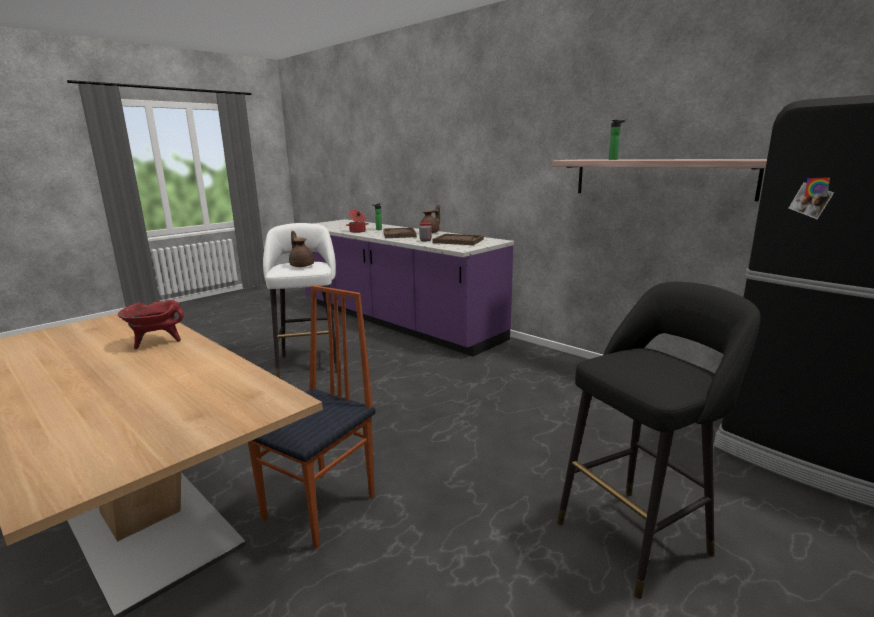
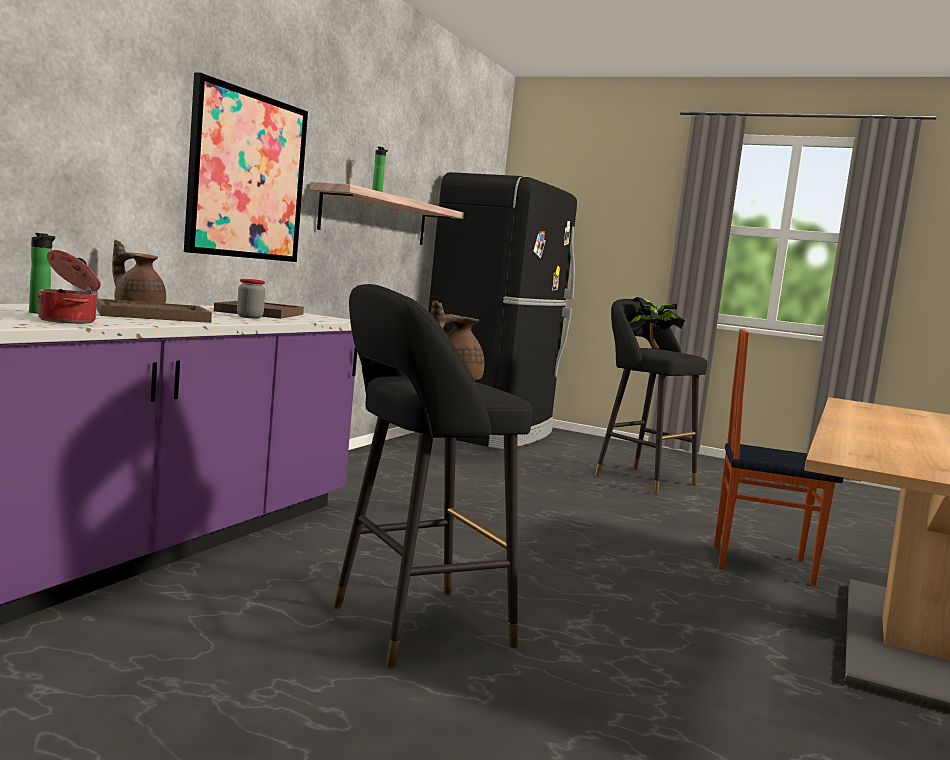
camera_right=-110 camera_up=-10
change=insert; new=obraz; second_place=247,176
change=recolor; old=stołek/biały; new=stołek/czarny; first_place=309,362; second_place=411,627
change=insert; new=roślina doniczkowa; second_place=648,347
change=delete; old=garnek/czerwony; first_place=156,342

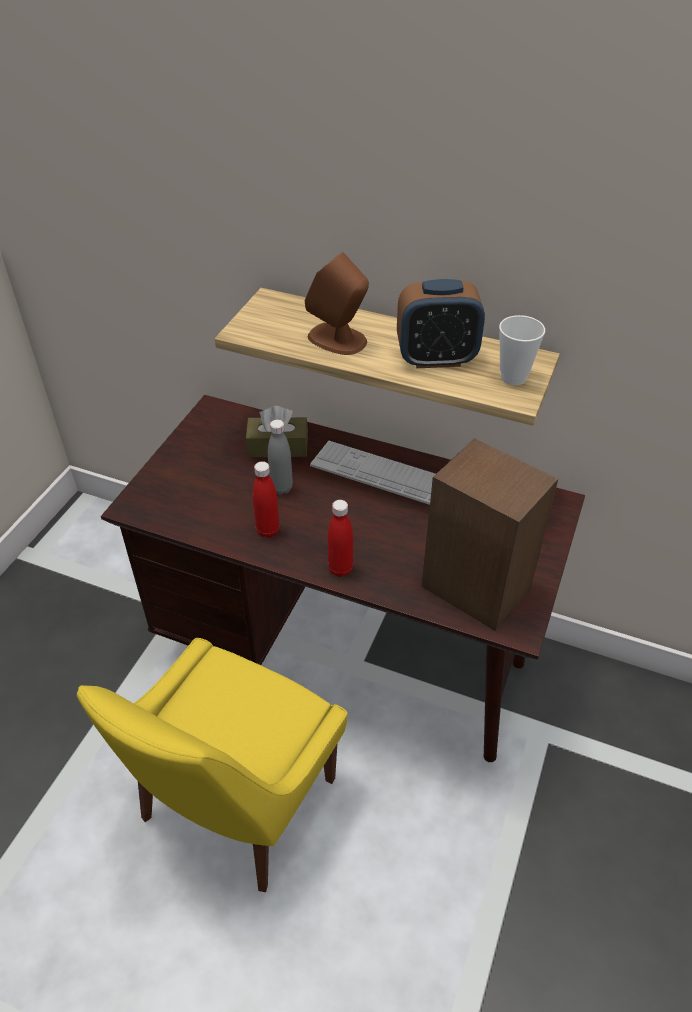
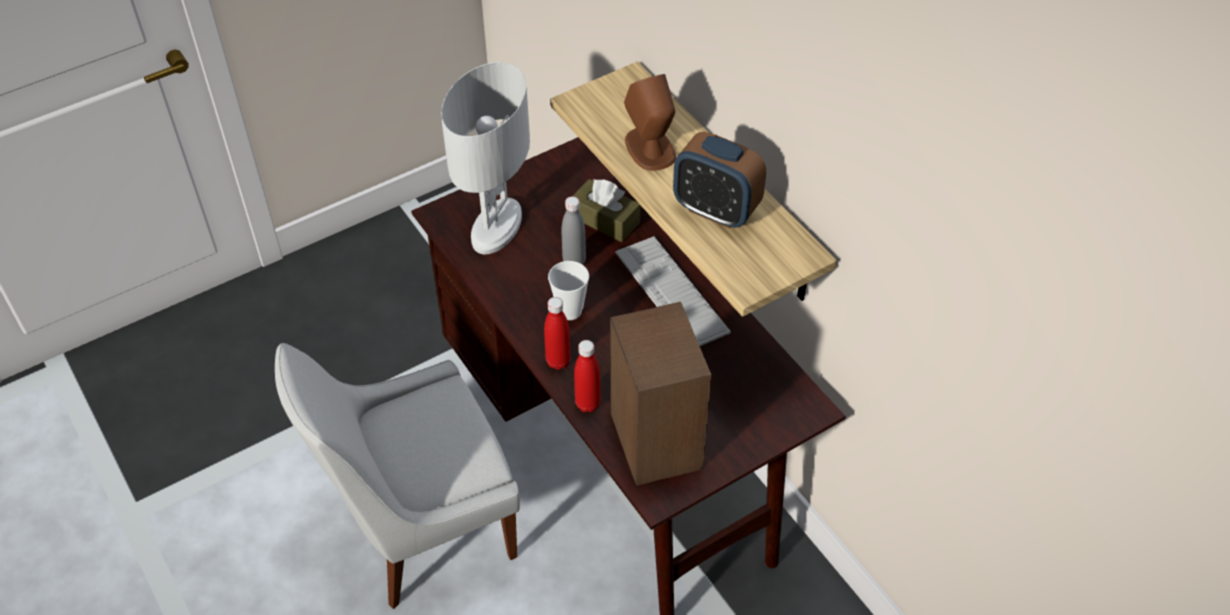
camera_right=35 camera_up=5
change=recolor; old=krzesło/żółty; new=krzesło/biały; first_place=234,805; second_place=420,527
change=insert; new=lampa stołowa/biały; second_place=497,228
change=move; old=filiżanka; first_place=513,377; second_place=570,311
change=move; old=butelka/czerwony; first_place=268,530; second_place=587,404

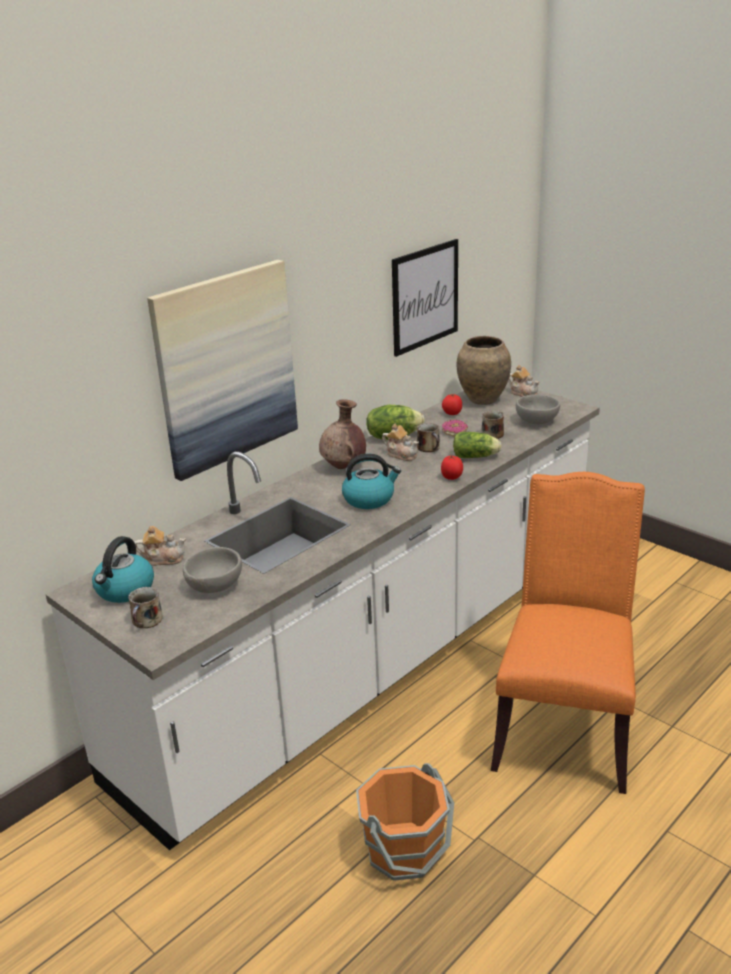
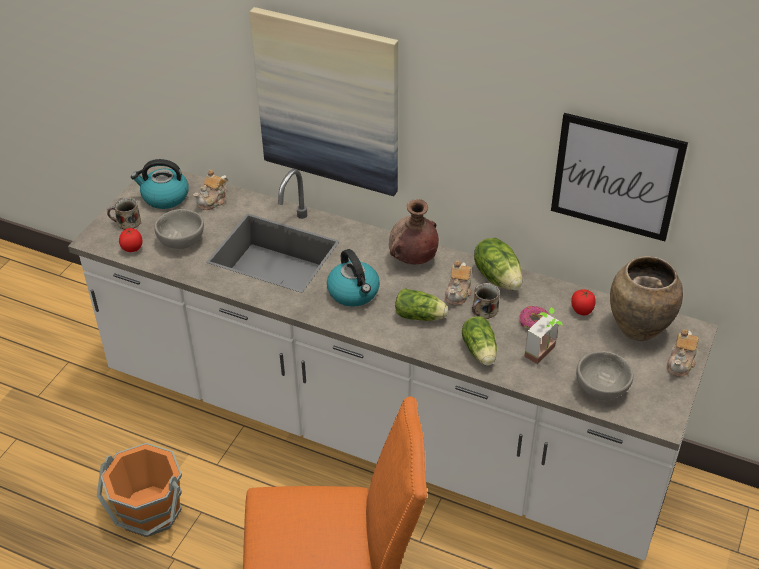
camera_right=70 camera_up=15
change=move; old=pomidor; first_place=452,478; second_place=132,249
change=rotate; old=imbryk; first_place=163,559; second_place=213,201; degrees=60
change=insert; new=sałata; second_place=421,316
change=replace; old=kubek; new=roślina doniczkowa; first_place=492,433; second_place=545,354

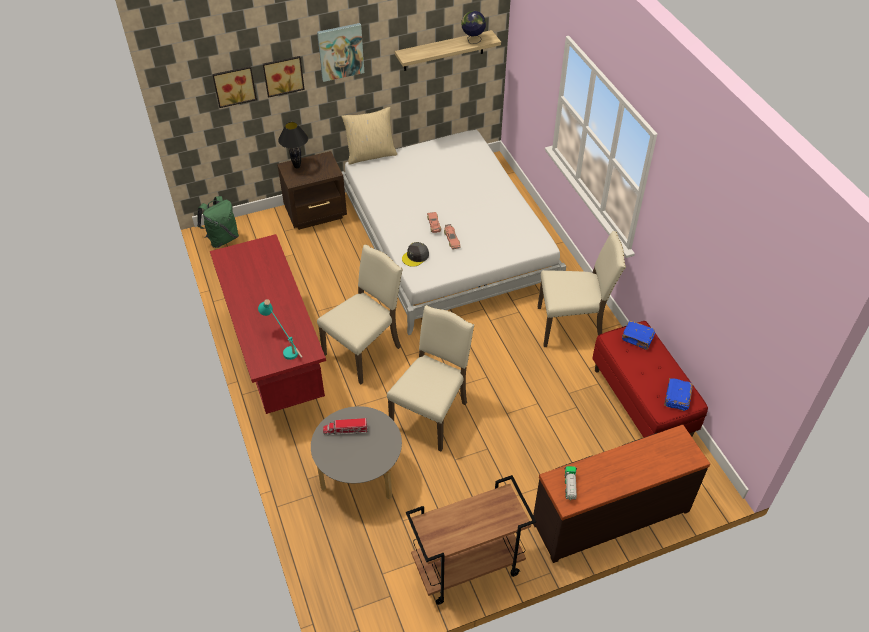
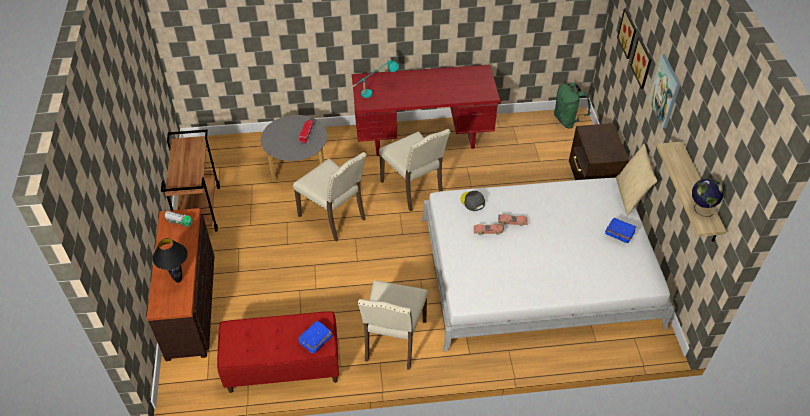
camera_right=105 camera_up=0
change=move; old=lampa stołowa/czarny; first_place=297,166; second_place=178,280
change=move; old=książka/niebieski; first_place=676,398; second_place=619,233

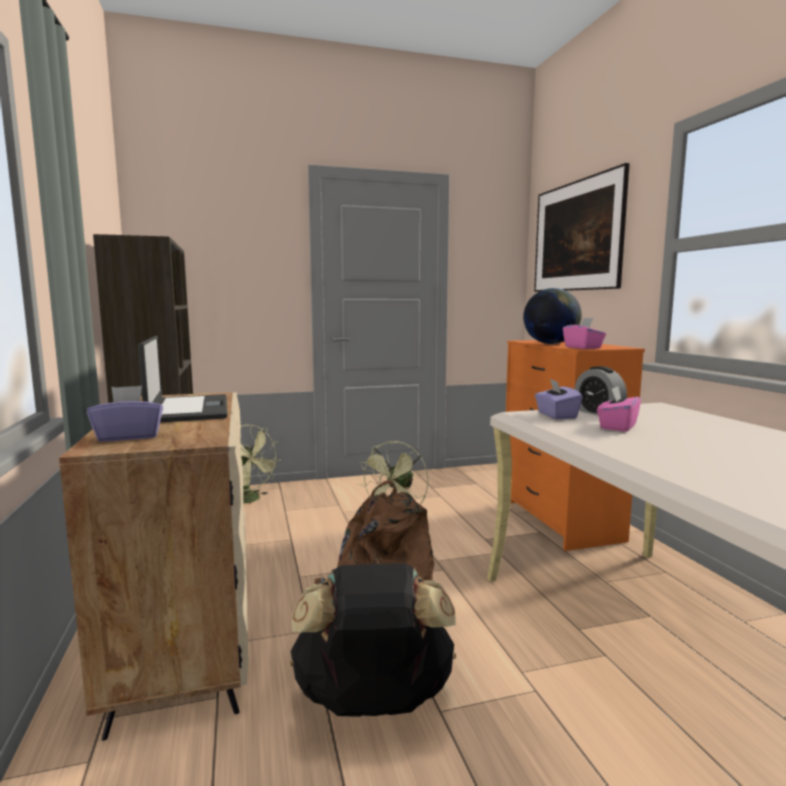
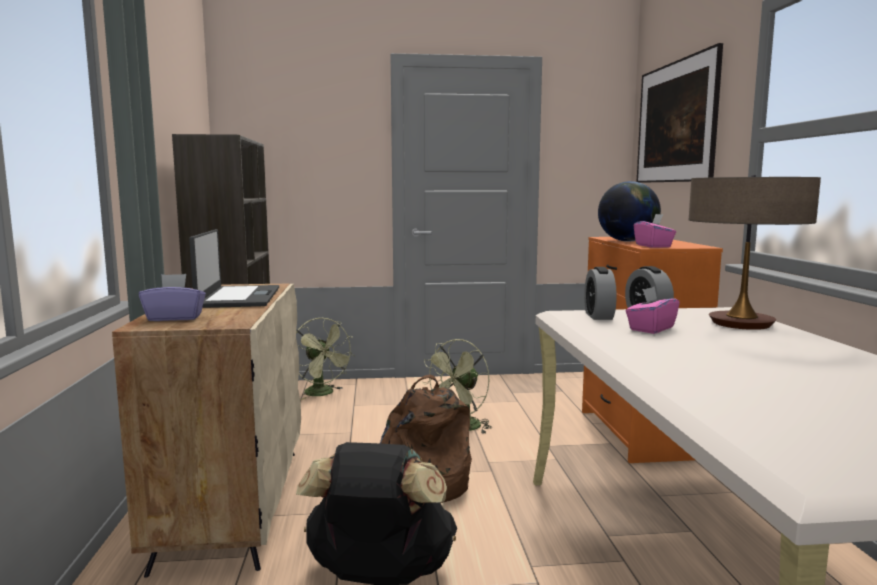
camera_right=10 camera_up=0
change=replace; old=pudełko chusteczek/fioletowy; new=budzik; first_place=556,415; second_place=598,316
change=insert; new=lampa stołowa; second_place=741,323

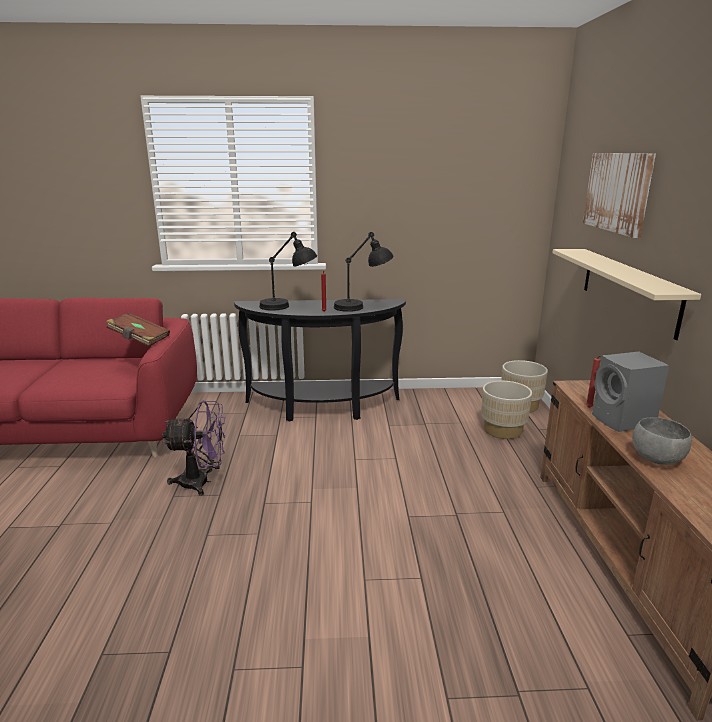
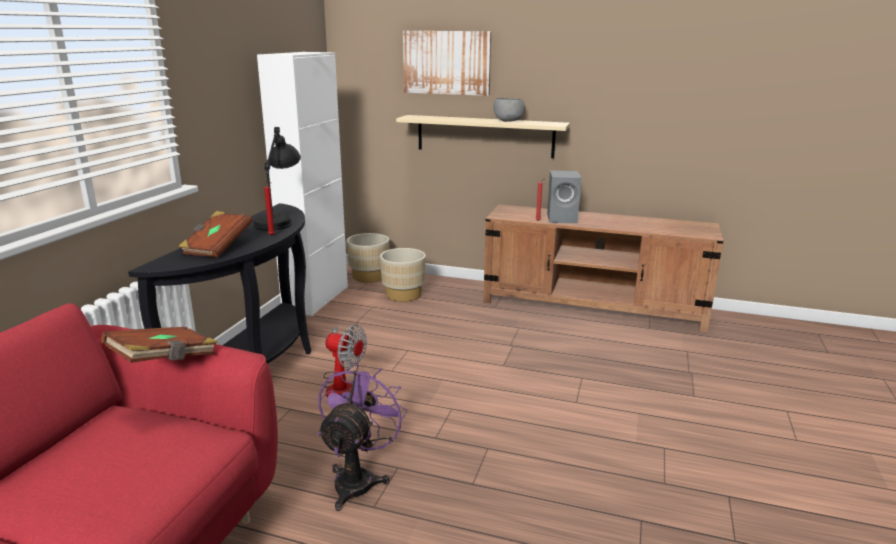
camera_right=-70 camera_up=0
change=replace; old=lampa stołowa/czarny; new=książka/brązowy; first_place=288,306; second_place=217,247
change=insert; new=szafka/biały; second_place=316,299
change=insert; new=wentylator; second_place=342,386
change=move; old=miska/szary; first_place=656,459; second_place=507,121

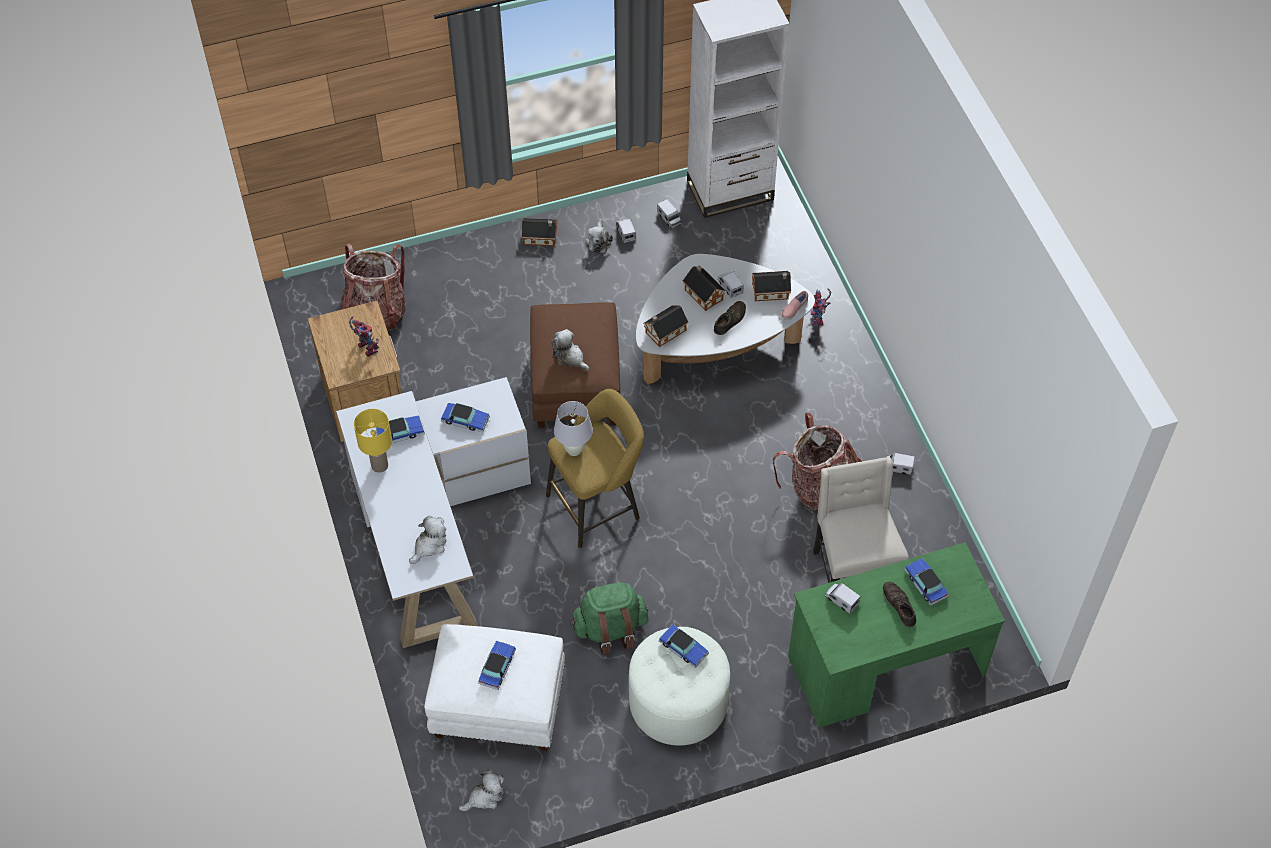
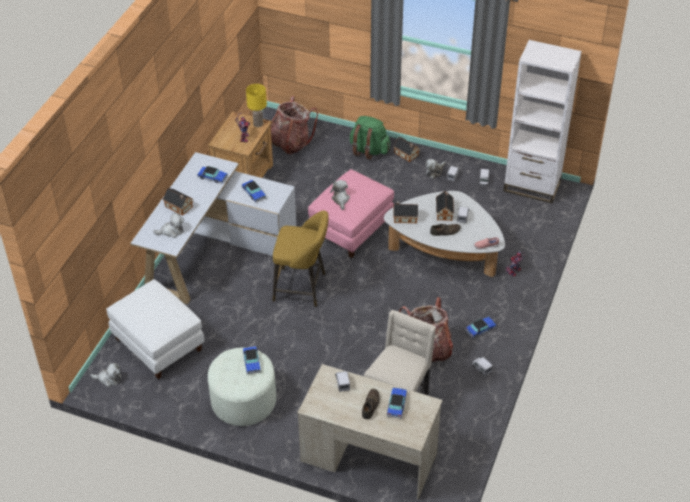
camera_right=40 camera_up=-10
change=move; old=domek; first_place=772,291; second_place=179,207
change=move; old=lampa stołowa/żółty; first_place=379,466; second_place=258,124
change=recolor; old=biurko/zielony; new=biurko/beżowy; first_place=885,666; second_place=368,457
change=recolor; old=pufa/brązowy; new=pufa/różowy; first_place=577,386; second_place=351,229
change=move; old=plecak/zielony; first_place=610,629; second_place=368,150
change=move; old=samochodzik; first_place=497,667; second_place=480,329
change=delete; old=lampa stołowa/biały; first_place=574,450

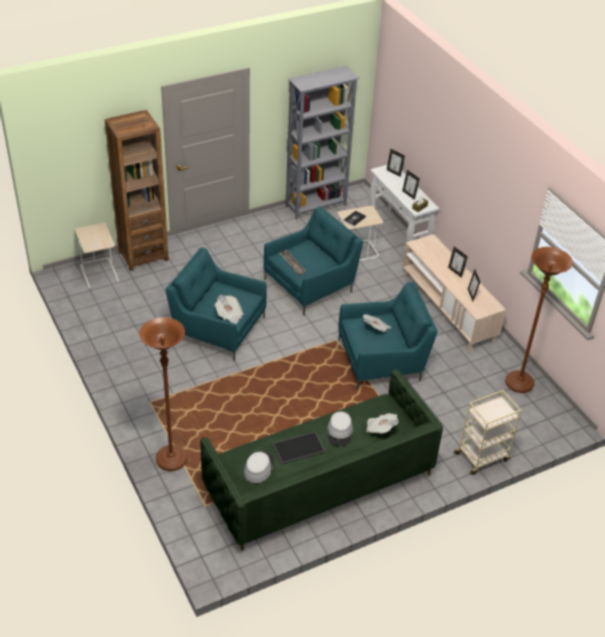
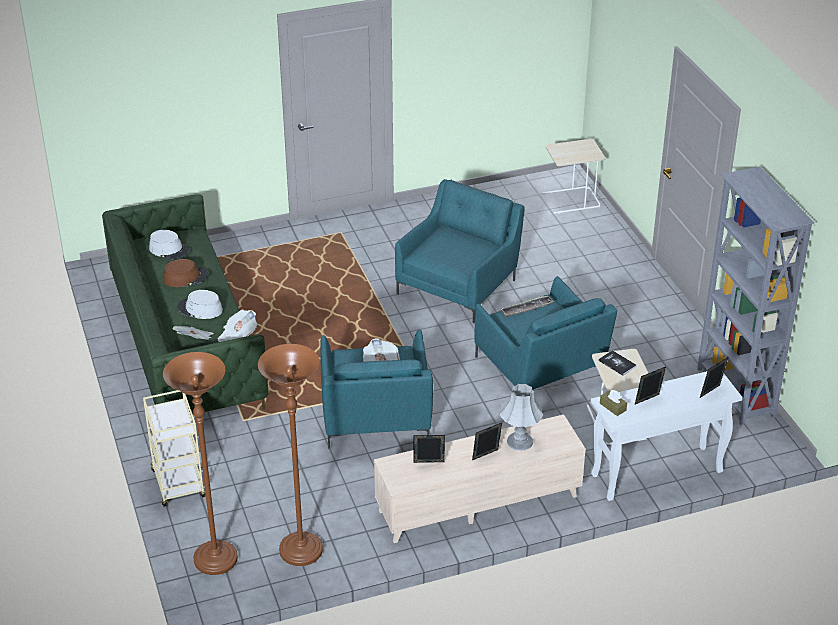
camera_right=100 camera_up=-5
change=replace; old=taca; new=kapelusz/brązowy; first_place=298,449; second_place=185,277
change=move; old=lampa stojąca/brązowy; first_place=171,459; second_place=216,559
change=move; old=gazeta; first_place=229,315; second_place=238,337
change=insert; new=lampa stołowa/szary; second_place=519,442
change=delete; old=regał/brązowy; first_place=143,255

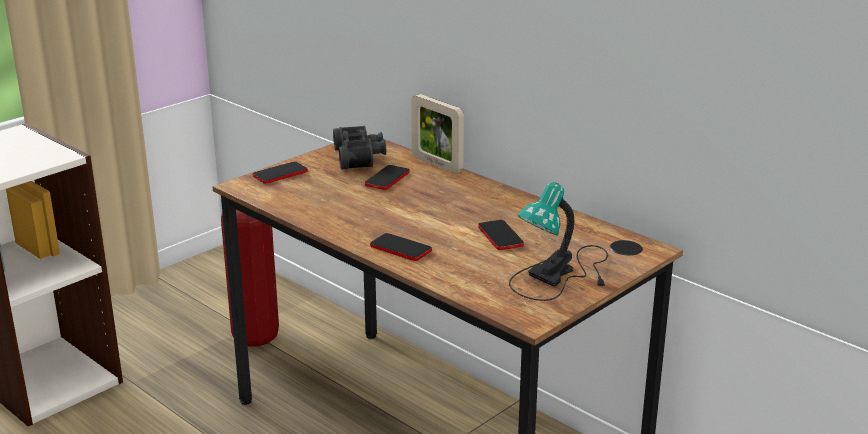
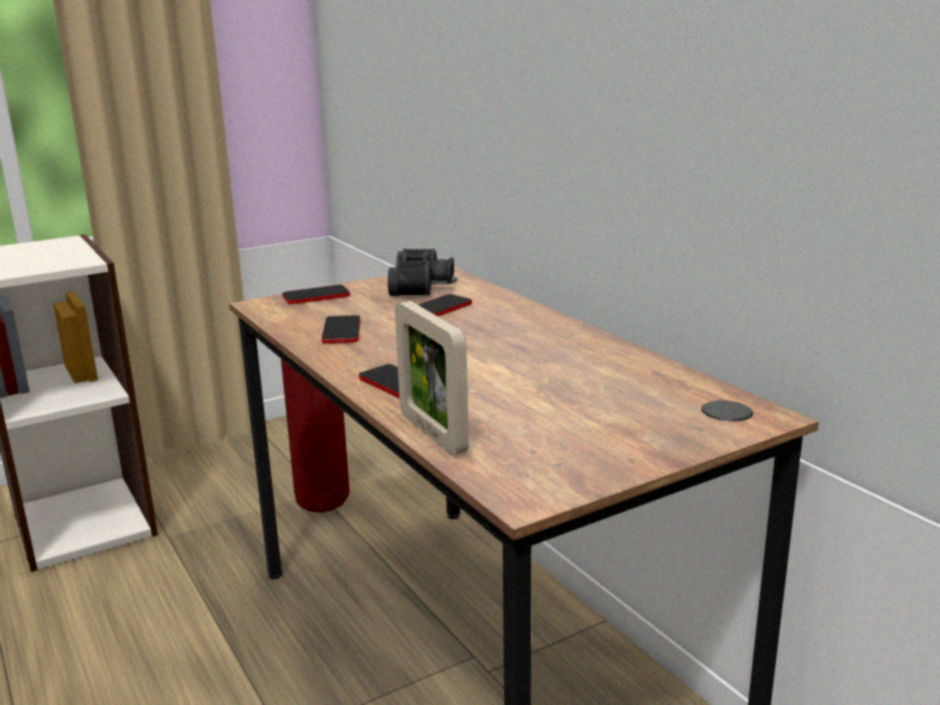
camera_right=15 camera_up=-5
change=move; old=telefon; first_place=500,236; second_place=341,331
change=move; old=ramka na zdjęcie; first_place=437,164; second_place=432,433
change=delete; old=lampa stołowa; first_place=562,274

